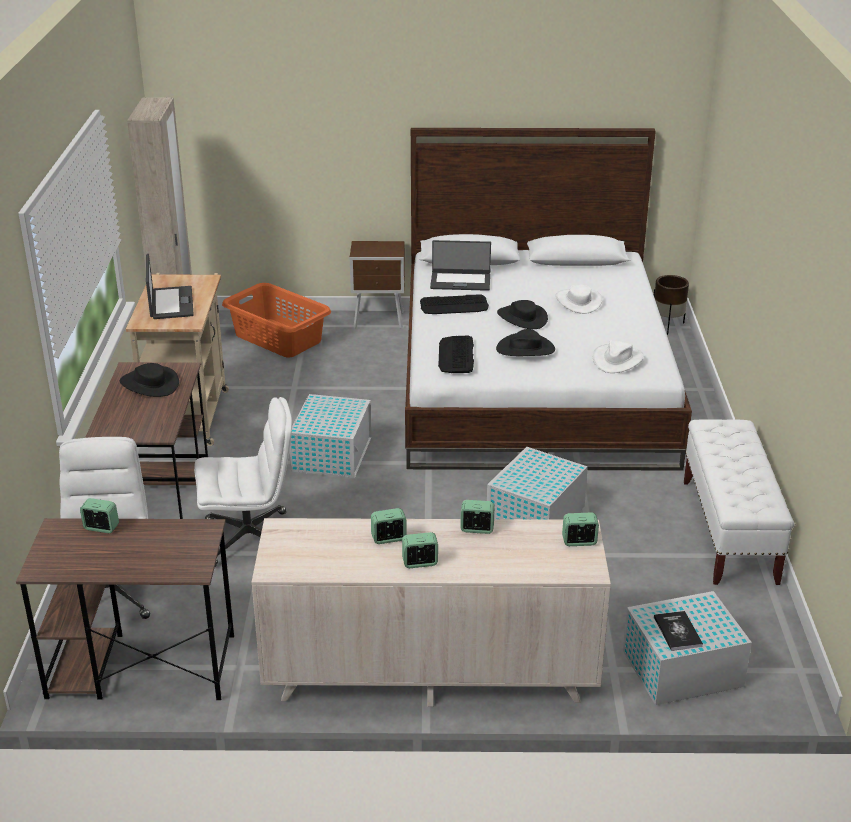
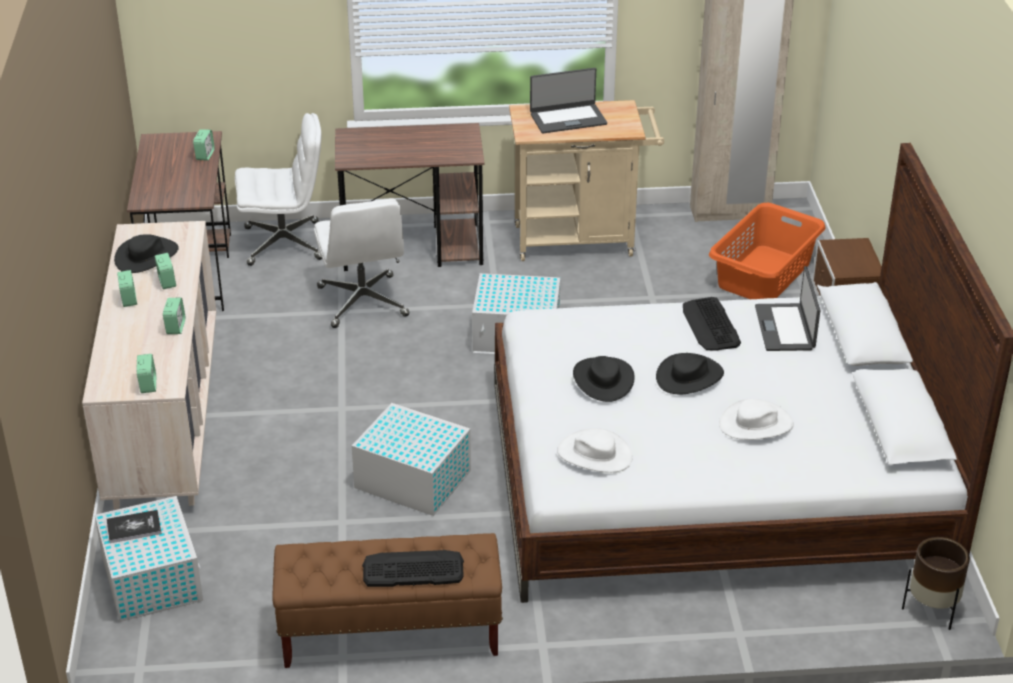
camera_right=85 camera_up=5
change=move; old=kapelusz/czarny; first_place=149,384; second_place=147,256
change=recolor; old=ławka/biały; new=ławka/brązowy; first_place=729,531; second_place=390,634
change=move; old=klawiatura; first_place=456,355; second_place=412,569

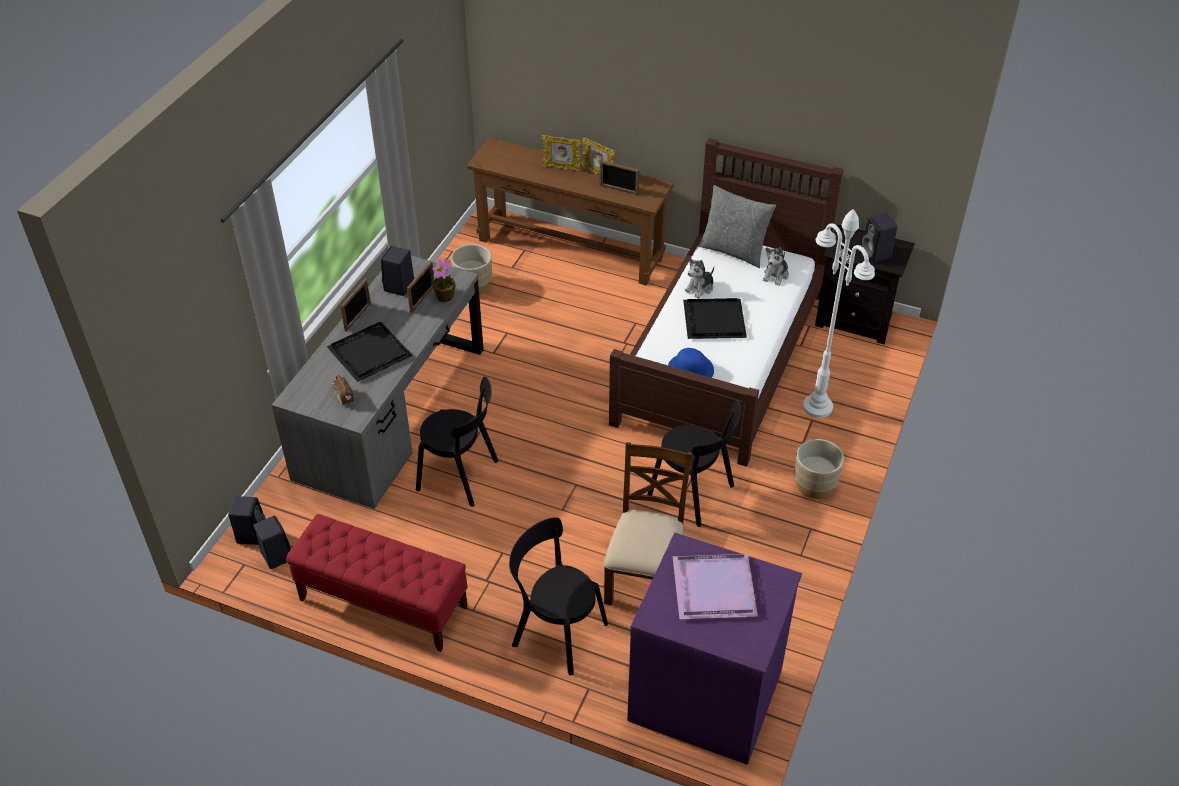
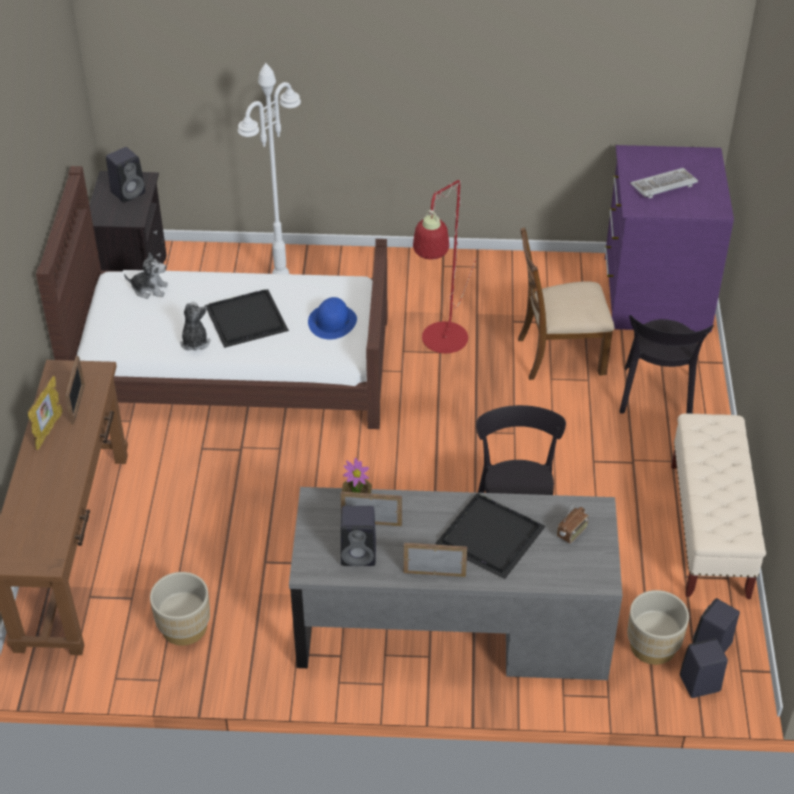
camera_right=-110 camera_up=0
change=rotate; old=pluszak; first_place=700,288; second_place=195,341; degrees=-120
change=replace; old=krzesło/czarny; new=lampa stojąca/czerwony; first_place=694,494; second_place=442,346
change=move; old=donica/beżowy; first_place=814,485; second_place=652,646
change=replace; old=taca/fioletowy; new=klawiatura; first_place=712,586; second_place=664,185
change=recolor; old=ławka/czerwony; new=ławka/beżowy; first_place=383,603; second_place=709,530
change=delete; old=ramka na zdjęcie; first_place=562,168
change=delete; old=poduszka/szary; first_place=733,251

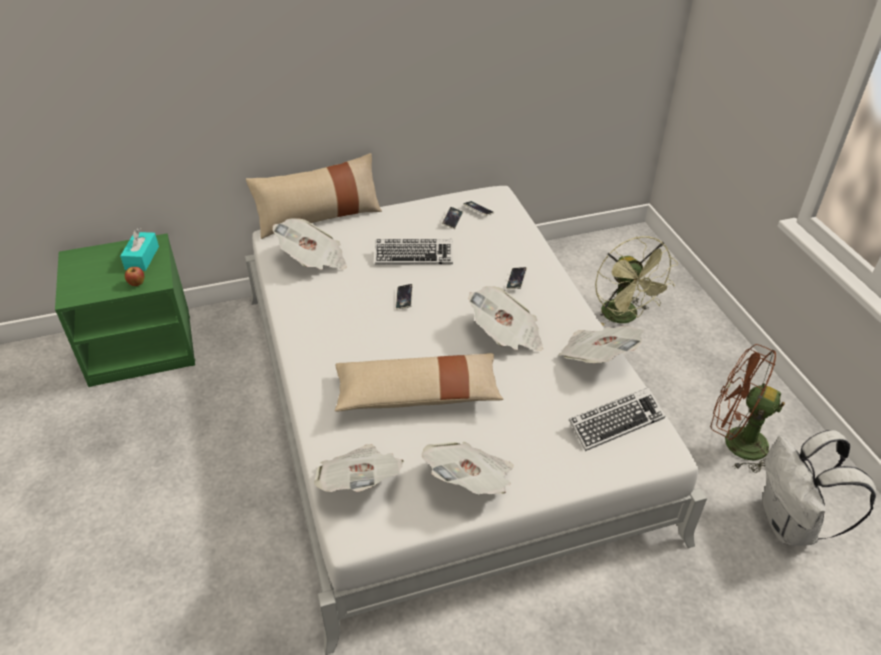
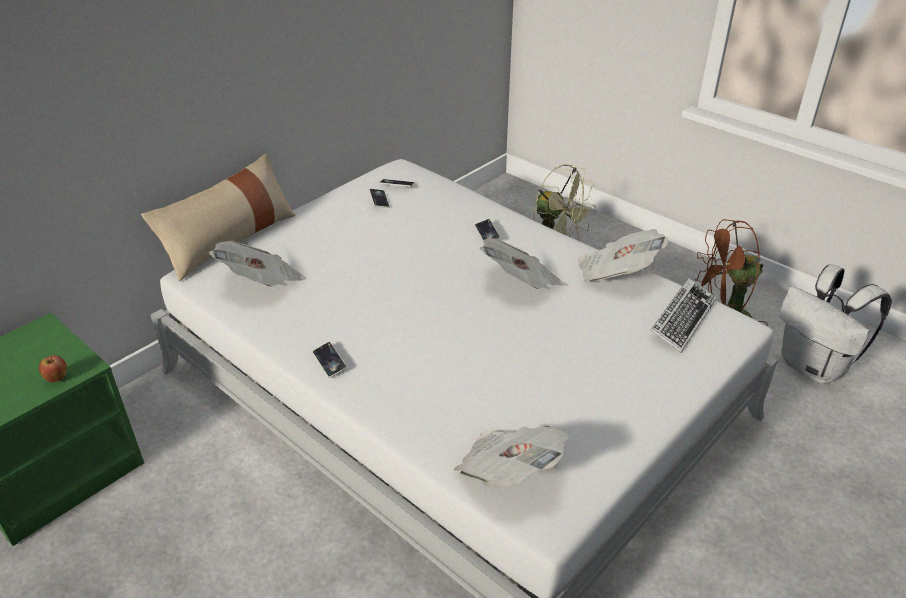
camera_right=-30 camera_up=-5
change=move; old=telefon; first_place=404,298; second_place=329,362
change=delete; old=pudełko chusteczek/turkusowy; first_place=142,258
change=delete; old=poduszka/beżowy; first_place=417,394
change=delete; old=klawiatura; first_place=414,256
change=delete; old=gazeta; first_place=470,481

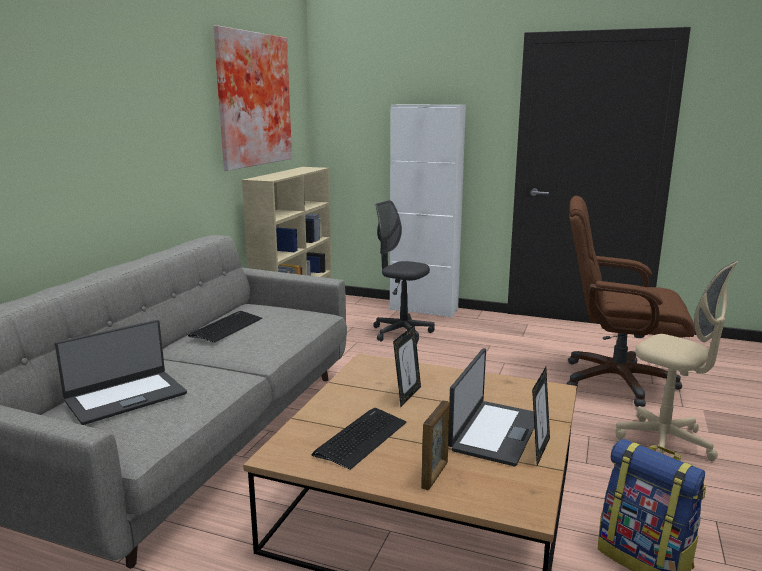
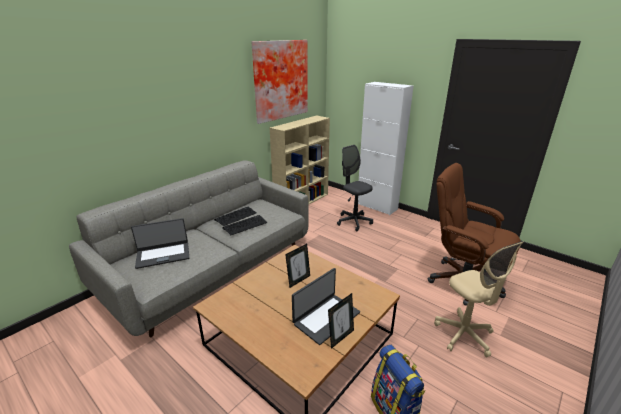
camera_right=20 camera_up=10
change=move; old=klawiatura; first_place=361,438; second_place=245,225
change=delete; old=ramka na zdjęcie; first_place=435,475

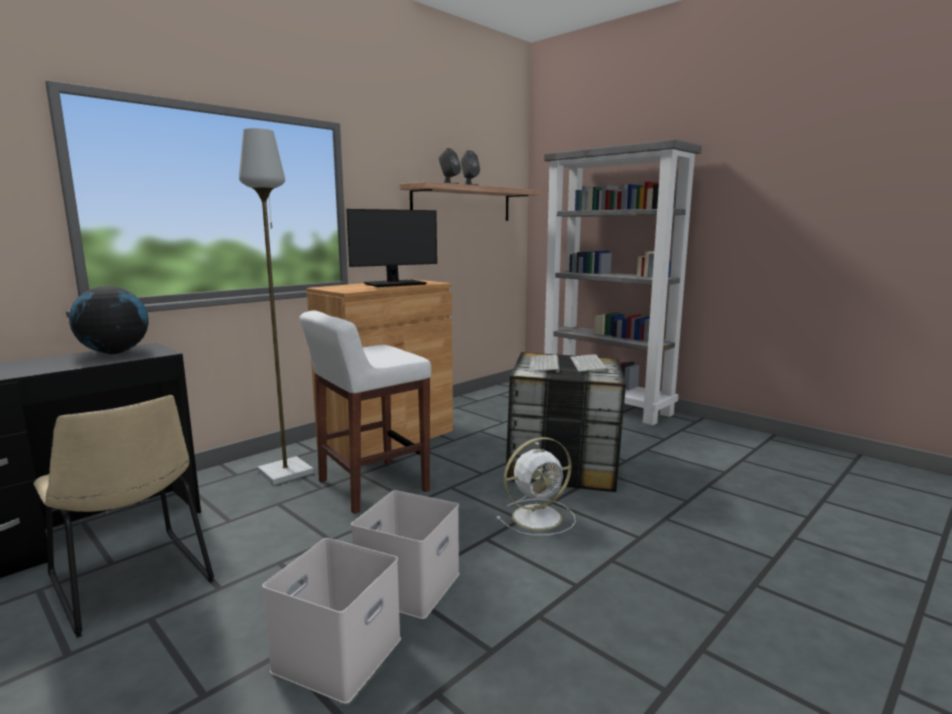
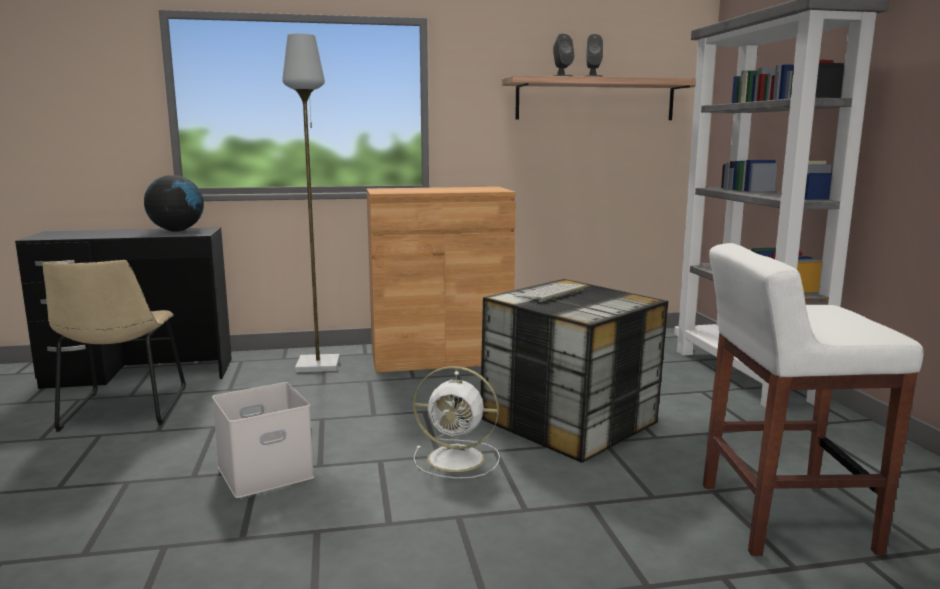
camera_right=35 camera_up=0
change=move; old=stołek/biały; first_place=371,486; second_place=782,517
change=delete; old=pojemnik do przechowywania/biały; first_place=337,652
change=delete; old=monitor; first_place=394,284
change=delete; old=klawiatura; first_place=589,364

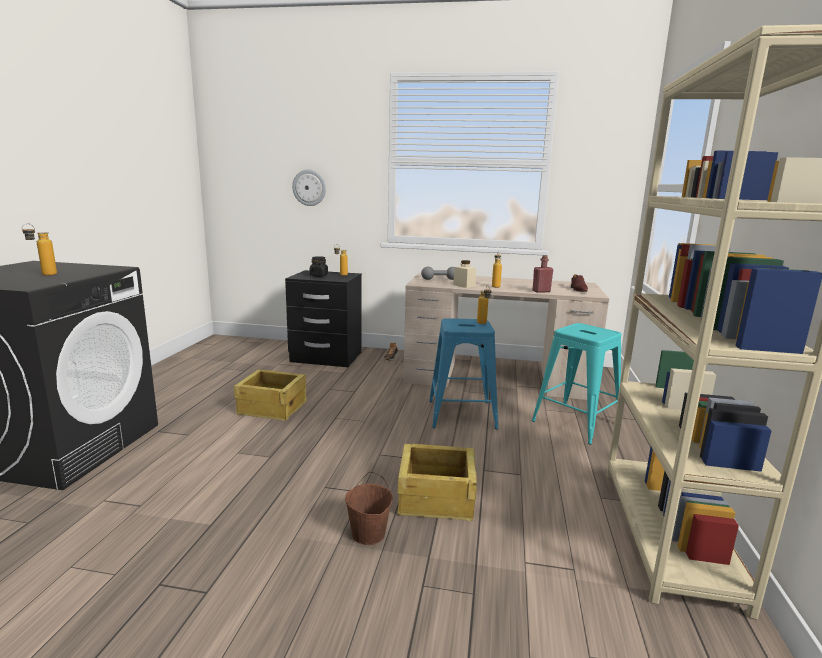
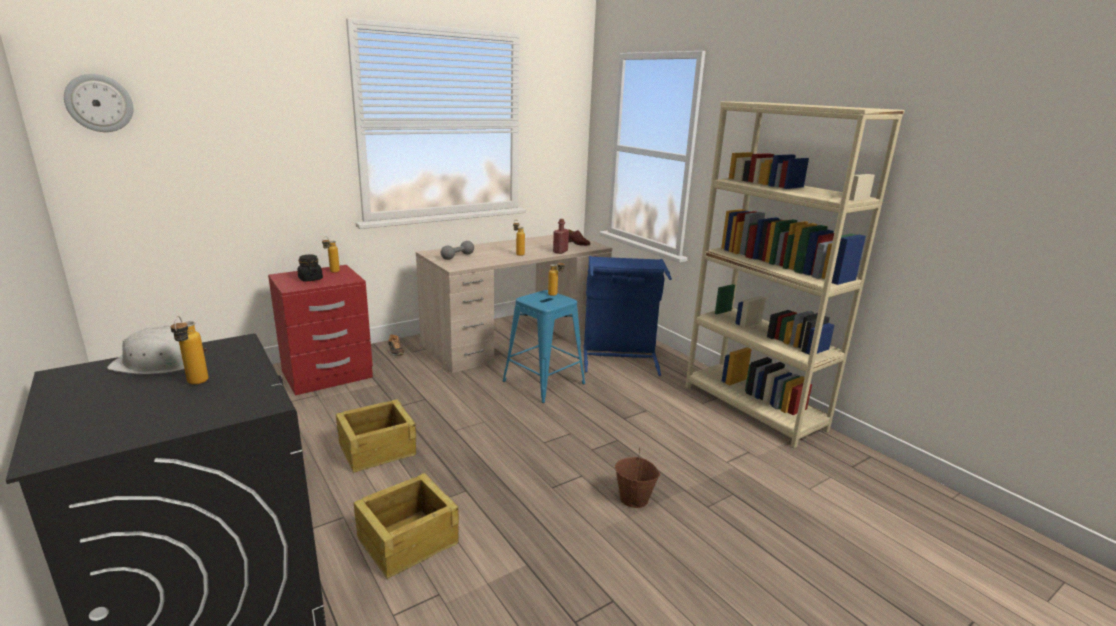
camera_right=-45 camera_up=5
change=move; old=zegar ścienny; first_place=309,187; second_place=99,103
change=insert; new=kask/biały; second_place=159,363
change=recolor; old=szafka nocna/czarny; new=szafka nocna/czerwony; first_place=326,357; second_place=327,375
change=move; old=skrzynka; first_place=435,497; second_place=407,540
change=replace; old=stołek/turkusowy; new=kosz na pranie/niebieski; first_place=575,422; second_place=620,357
change=delete; old=słoik/beżowy; first_place=464,285

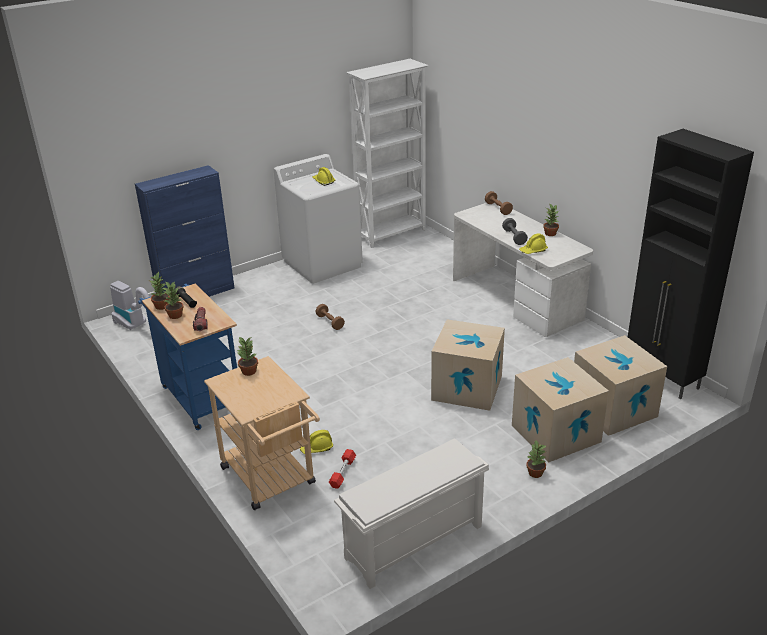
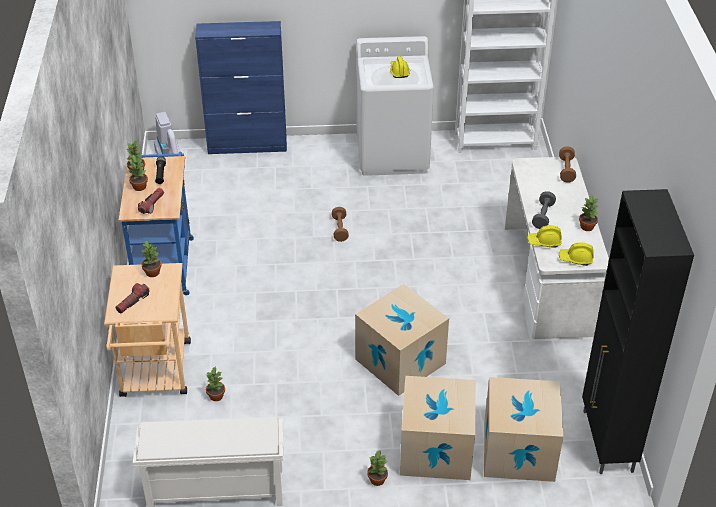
camera_right=30 camera_up=10
change=insert; new=latarka; second_place=132,302
change=replace; old=hantel/czerwony; new=roślina doniczkowa; first_place=342,473; second_place=216,396
change=move; old=kask/żółty; first_place=316,448; second_place=576,259

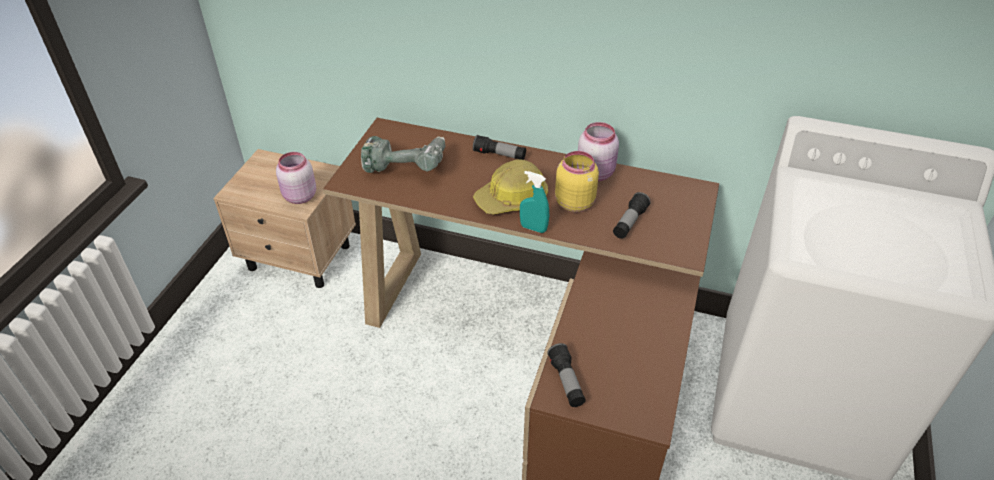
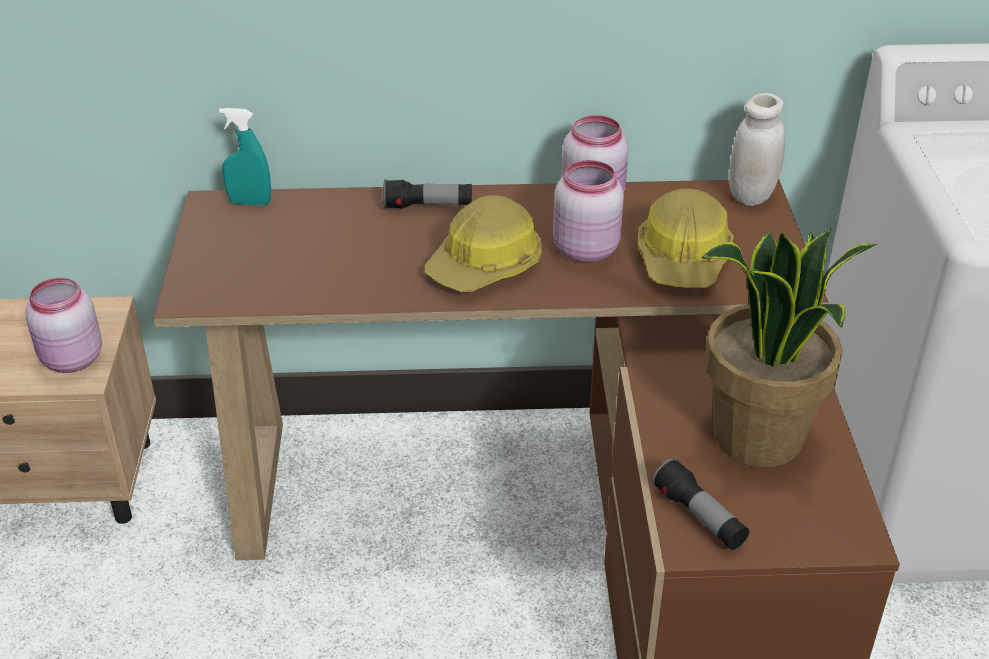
camera_right=-20 camera_up=-5
change=move; old=spryskiwacz/turkusowy; first_place=533,228; second_place=250,202
change=recolor; old=słoik/żółty; new=słoik/różowy; first_place=574,202; second_place=584,249
change=replace; old=latarka; new=kask; first_place=629,222; second_place=683,259
change=insert; new=roślina doniczkowa; second_place=758,438
change=insert; new=słoik/biały; second_place=751,195
change=delete; old=wiertarka; first_place=406,165

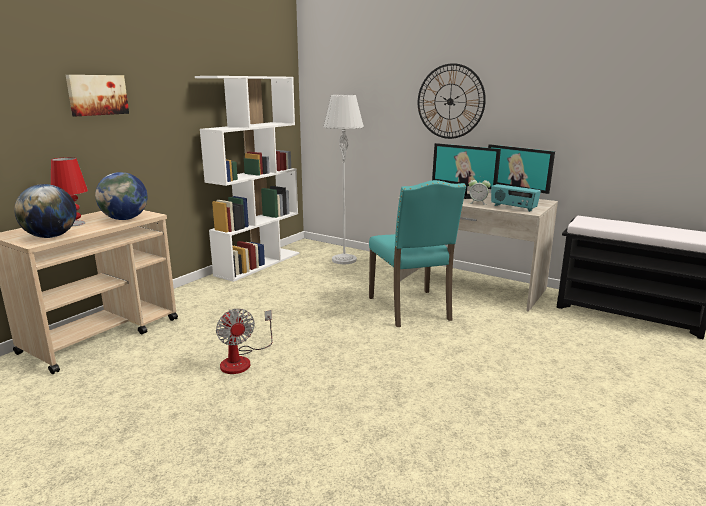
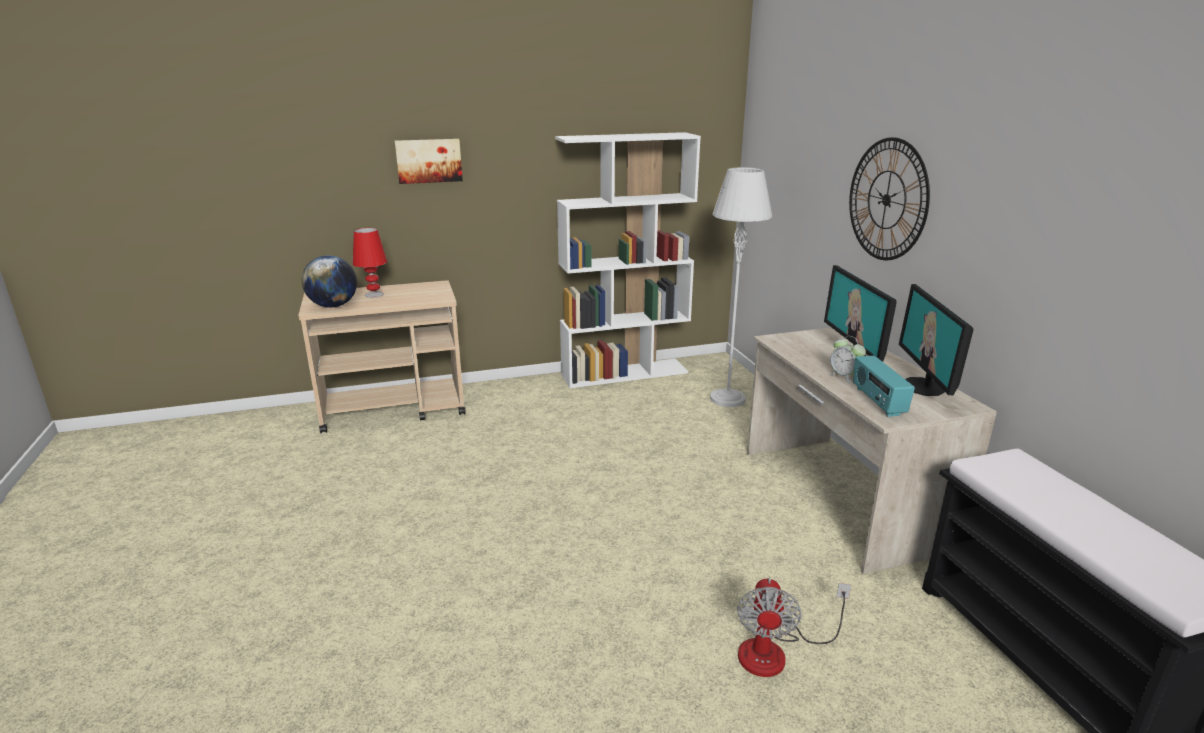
camera_right=40 camera_up=5
change=move; old=wentylator; first_place=242,360; second_place=775,652
change=delete; old=globus; first_place=125,219
change=delete; old=krzesło/turkusowy; first_place=411,309

